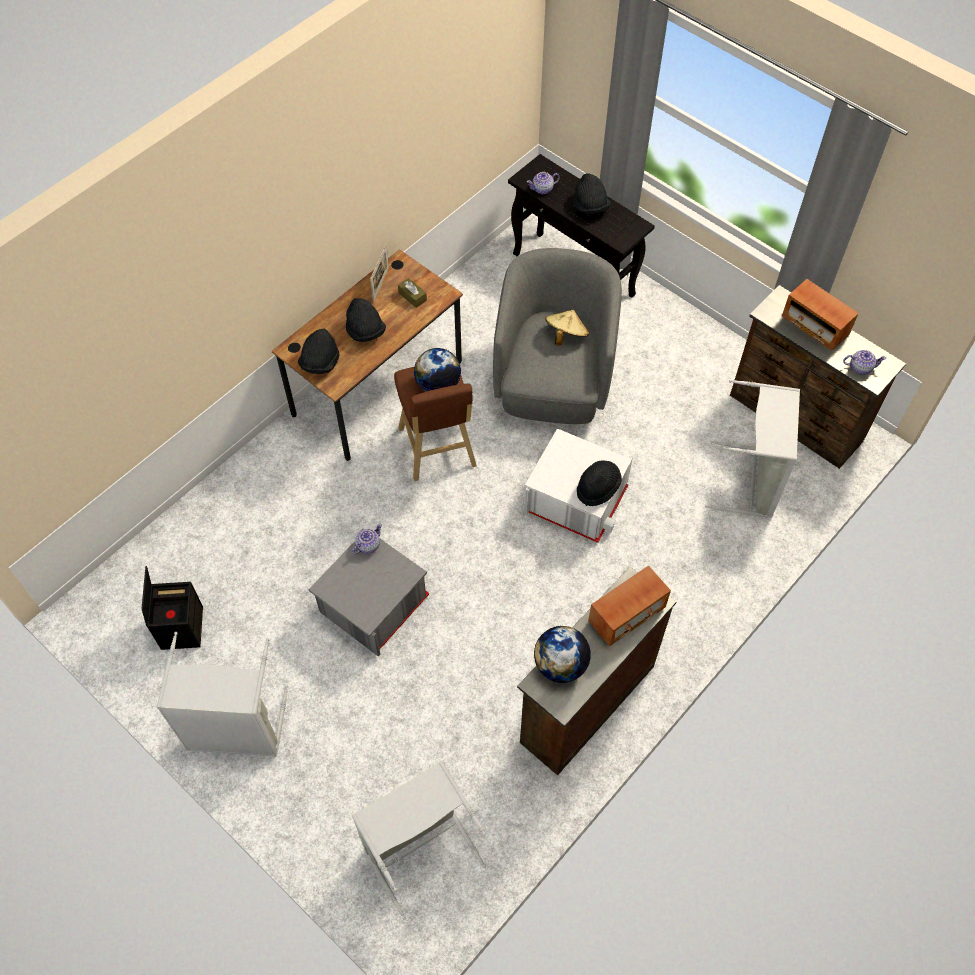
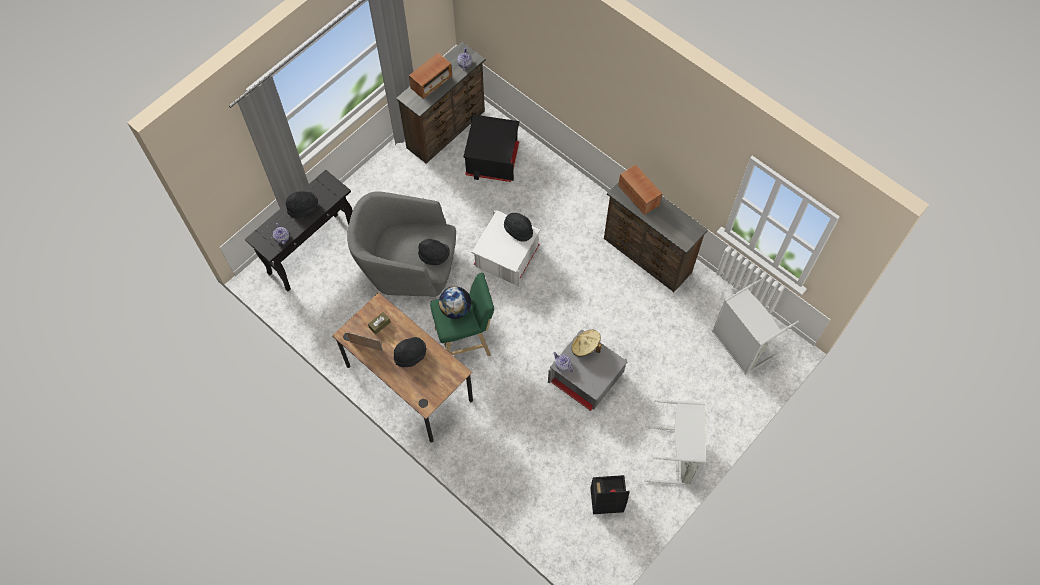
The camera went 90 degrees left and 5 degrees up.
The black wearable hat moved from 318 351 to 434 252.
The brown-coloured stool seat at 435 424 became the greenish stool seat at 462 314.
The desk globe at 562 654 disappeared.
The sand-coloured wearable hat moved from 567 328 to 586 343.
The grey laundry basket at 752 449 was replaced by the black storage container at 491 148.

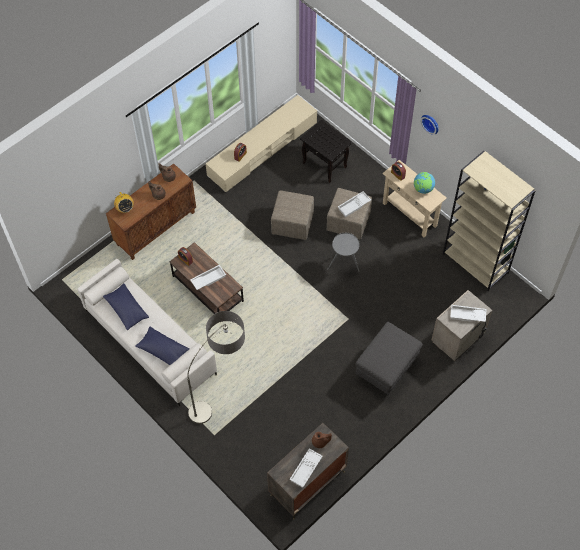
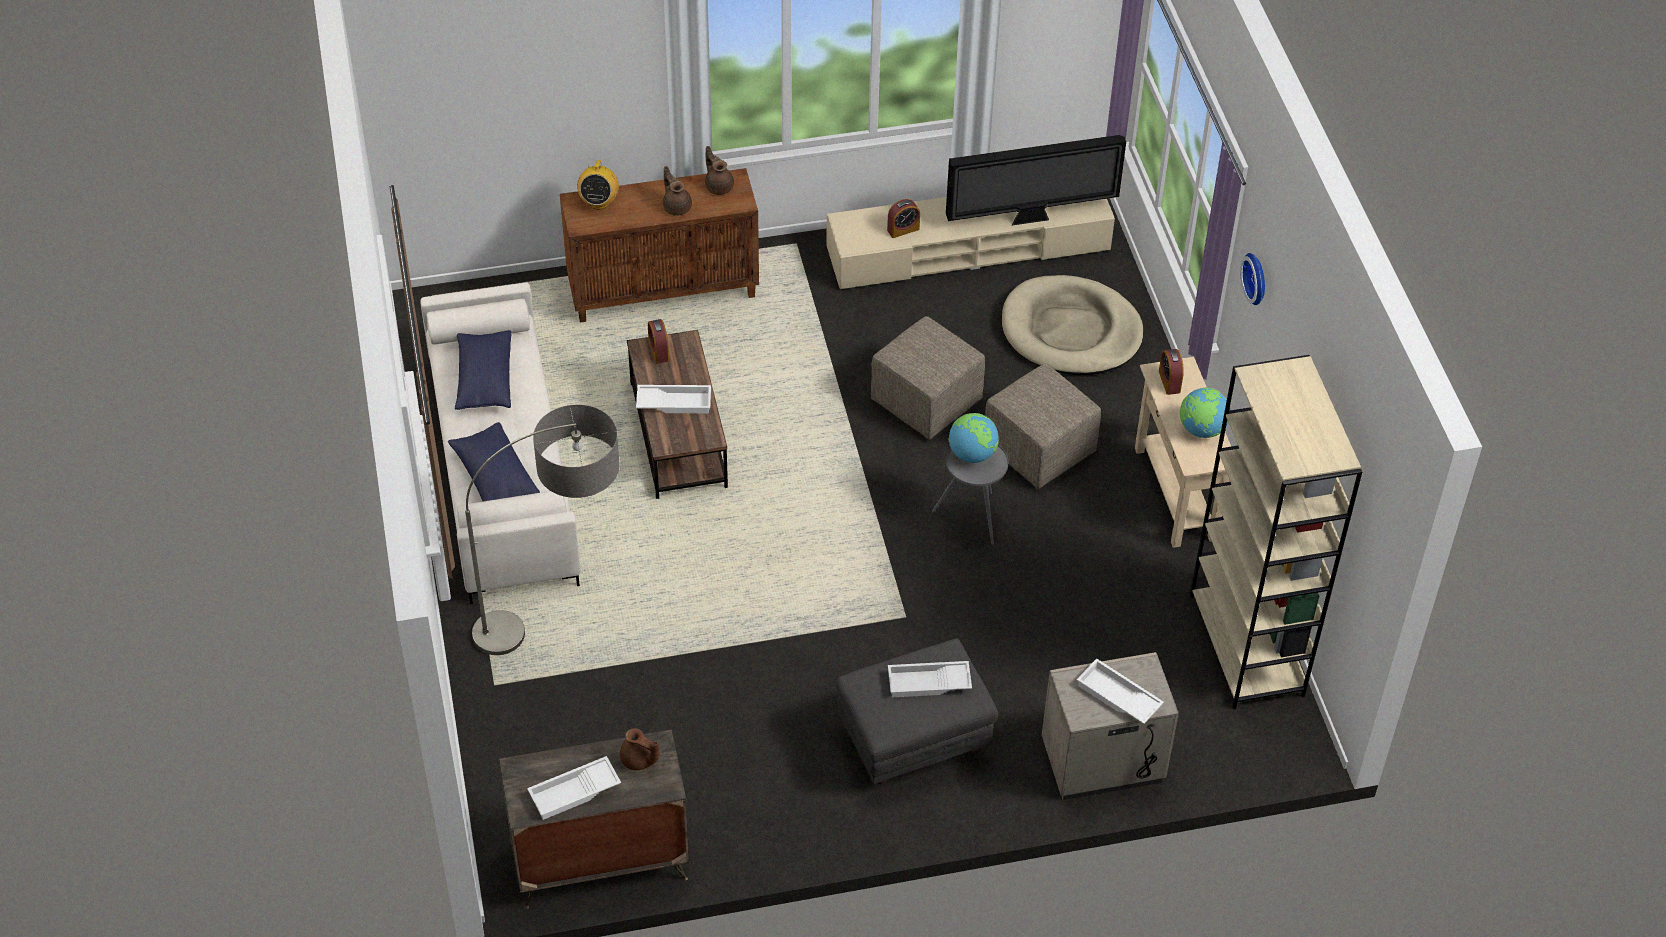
The camera went 30 degrees right and 10 degrees down.
The black end table at 326 151 was replaced by the sand-coloured pet bed at 1073 325.
The white carrying tray moved from 354 204 to 930 679.
The TV at 1036 180 appeared.
The desk globe at 974 438 appeared.

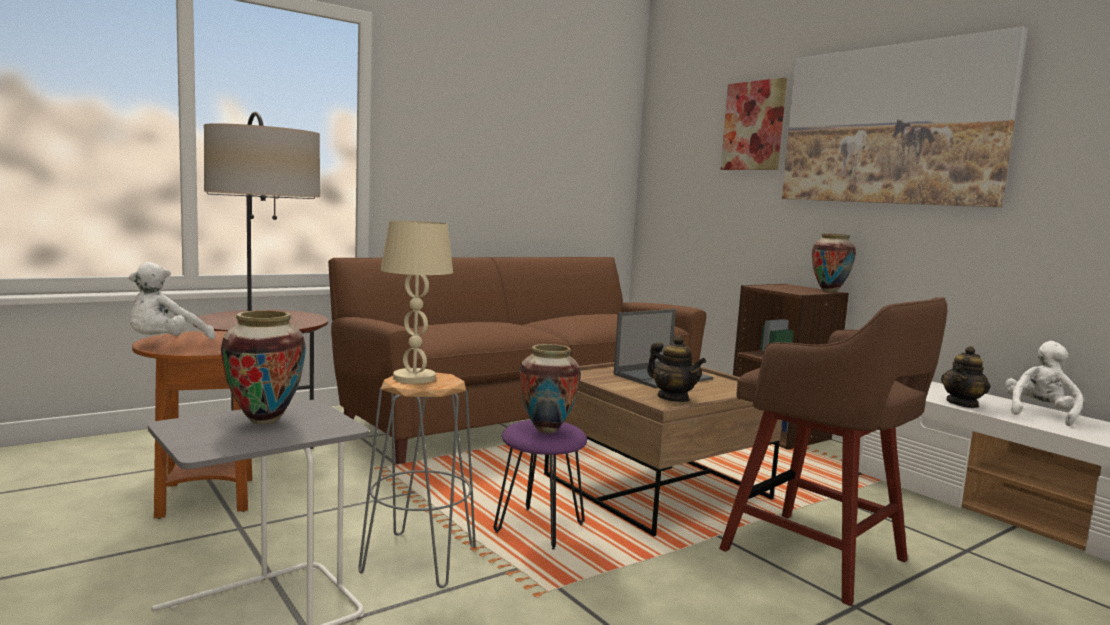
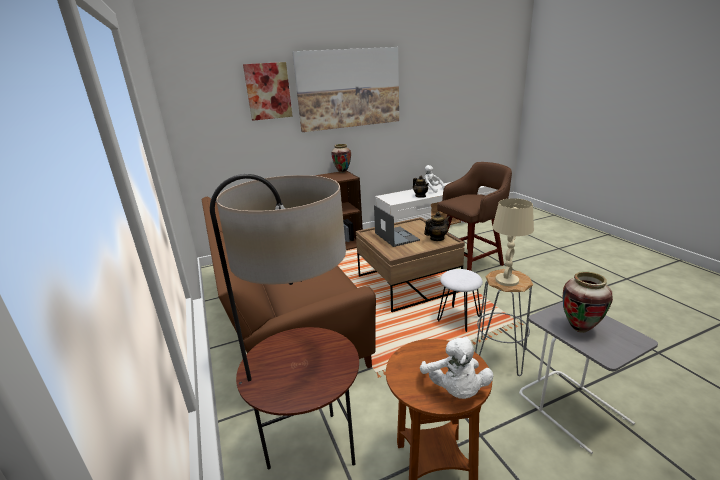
The camera went 75 degrees left and 15 degrees up.
The white soft toy at 172 301 turned 45 degrees clockwise.
The purple-coloured stool seat at 540 484 became the white stool seat at 460 300.
The decorative vase at 550 388 disappeared.

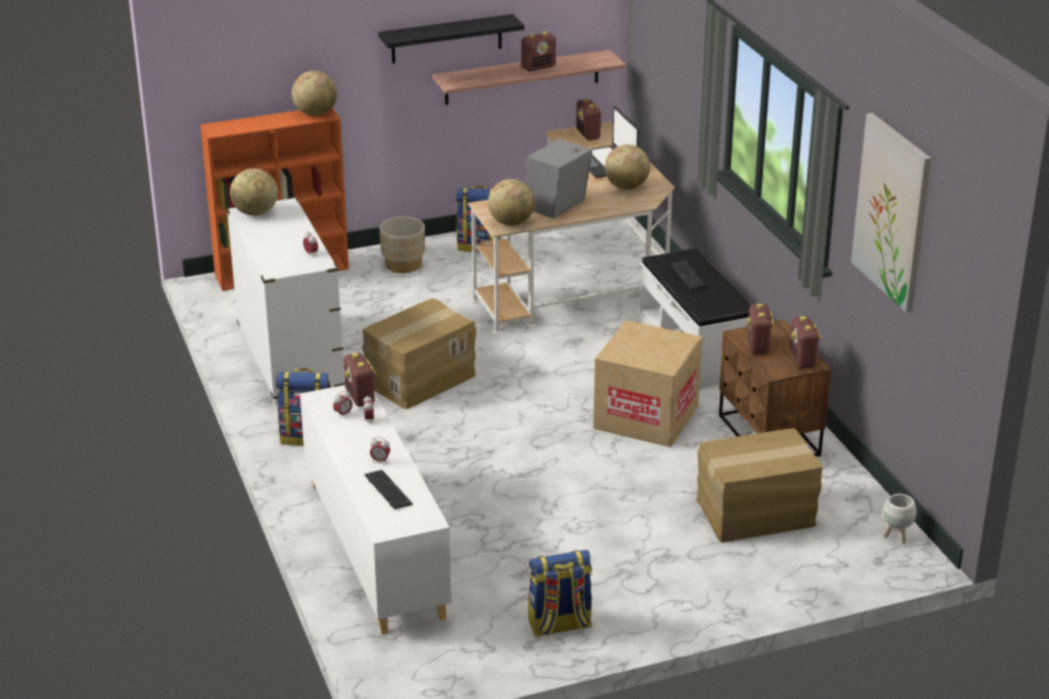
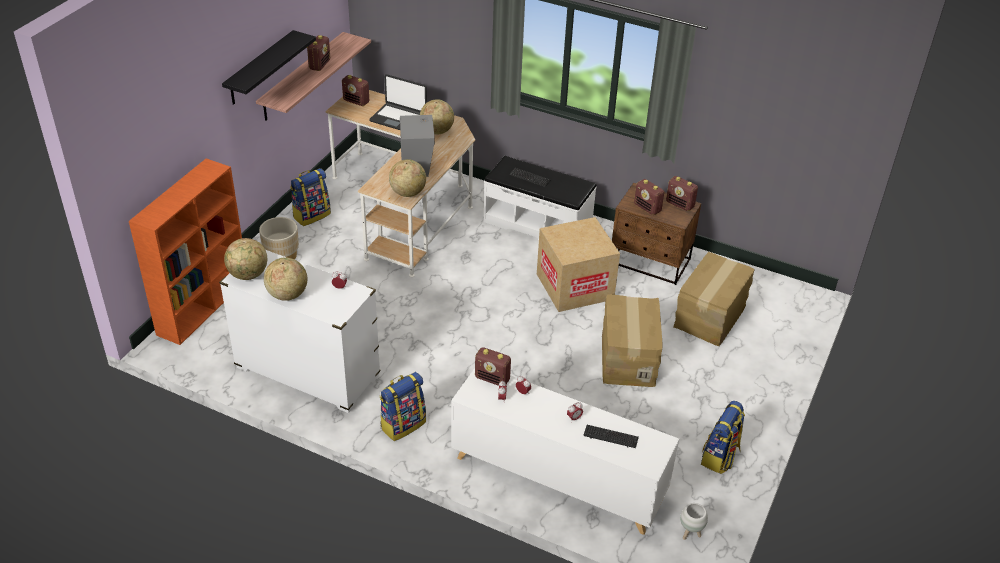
The camera went 45 degrees left and 10 degrees up.
The desk globe moved from 314 93 to 285 279.
The carton moved from 419 353 to 632 340.
The wall art at 891 213 disappeared.
The white plant pot moved from 900 519 to 694 521.

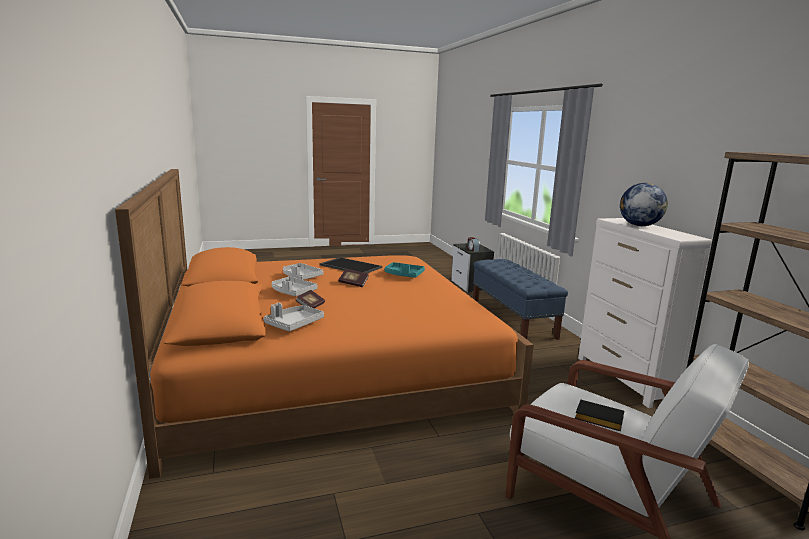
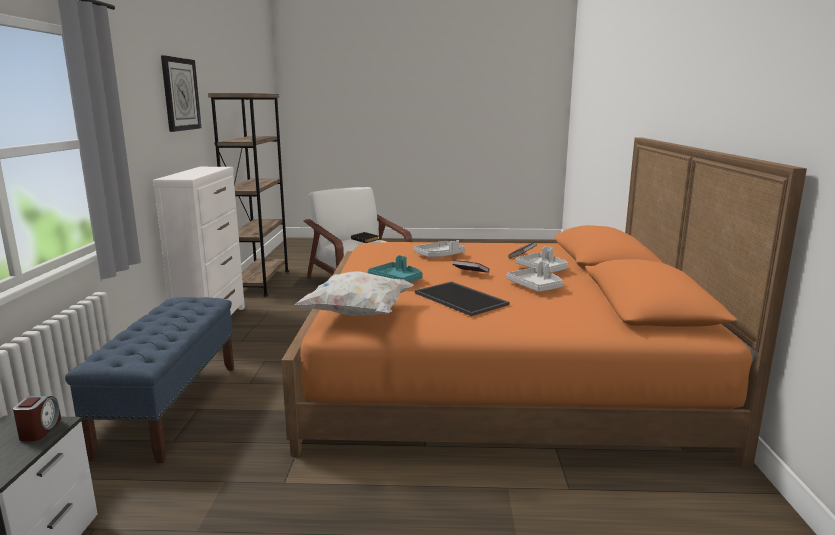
The camera went 160 degrees left and 0 degrees up.
The grey carrying tray moved from 293 317 to 440 248.
The desk globe at 644 204 disappeared.
The hanging clock at 181 93 appeared.
The white cushion at 354 293 appeared.

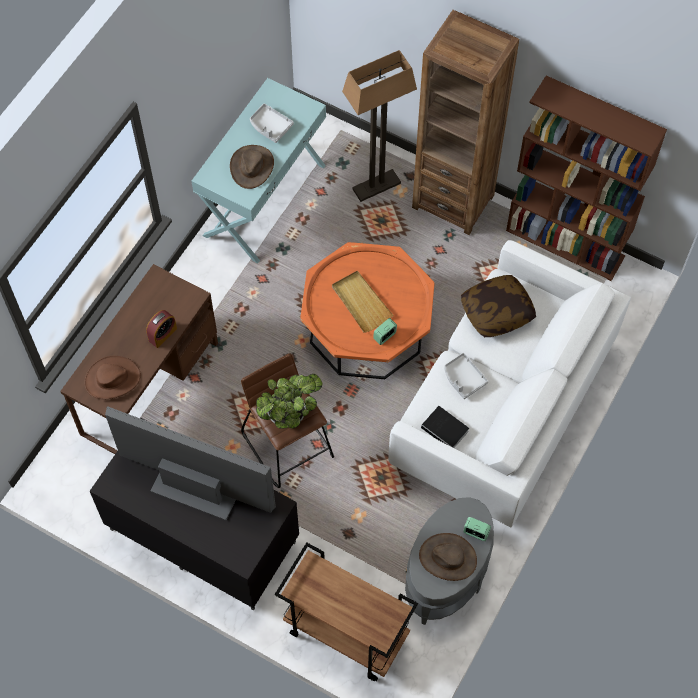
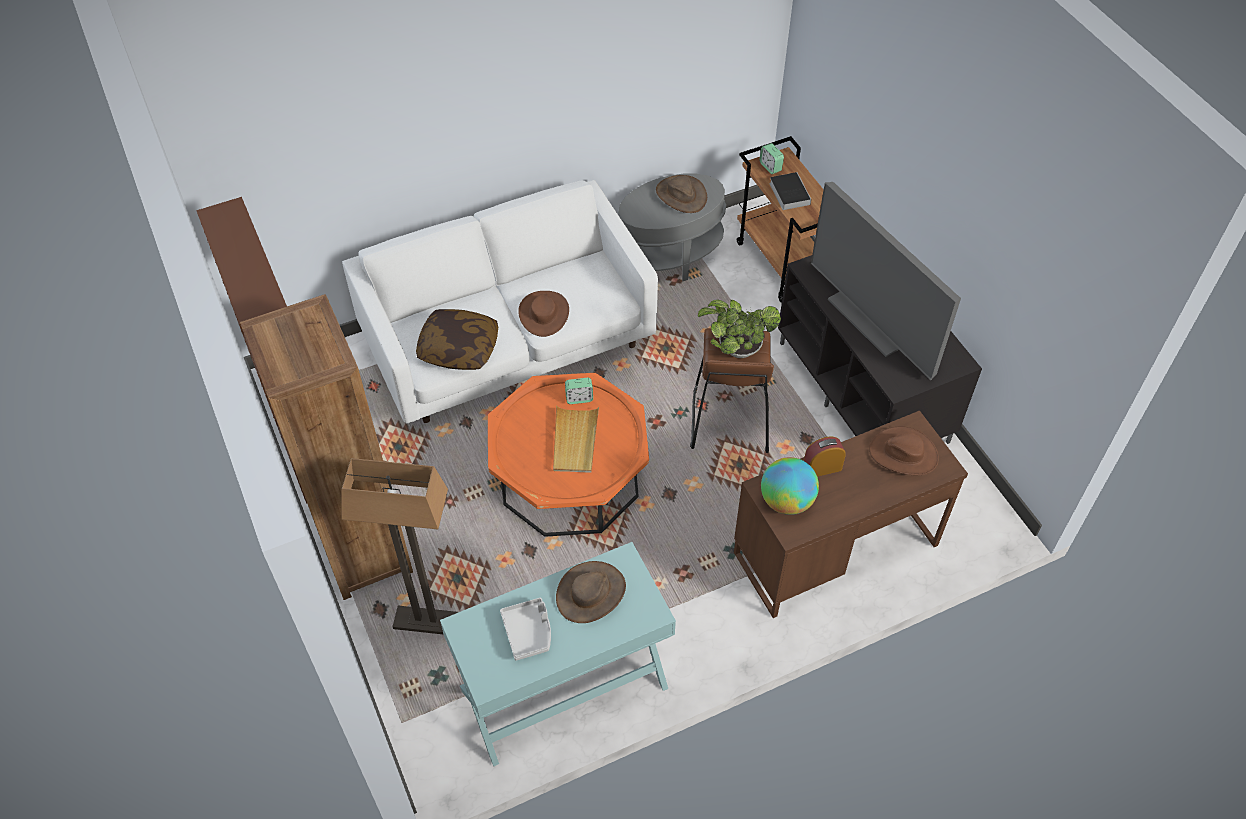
The camera went 145 degrees left and 10 degrees down.
The volume moved from 445 427 to 790 191.
The grey carrying tray at 466 376 was replaced by the brown-coloured wearable hat at 543 314.
The table clock moved from 477 529 to 771 158.
The desk globe at 790 486 appeared.

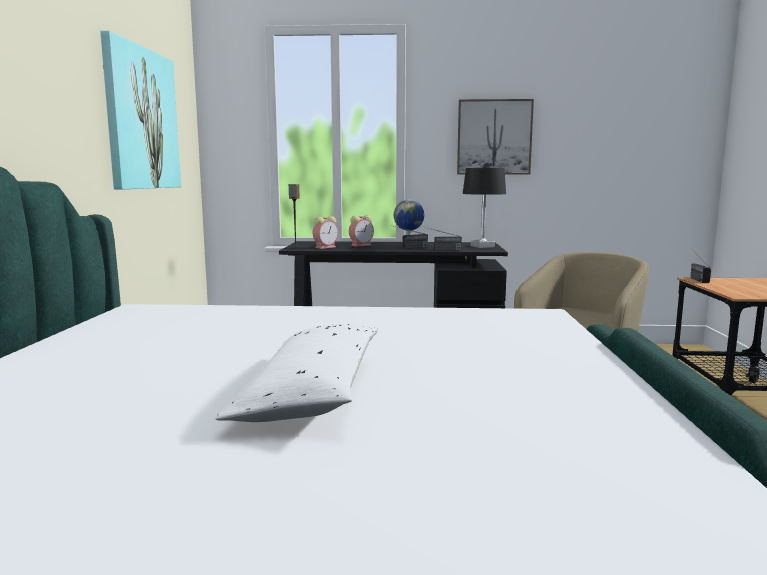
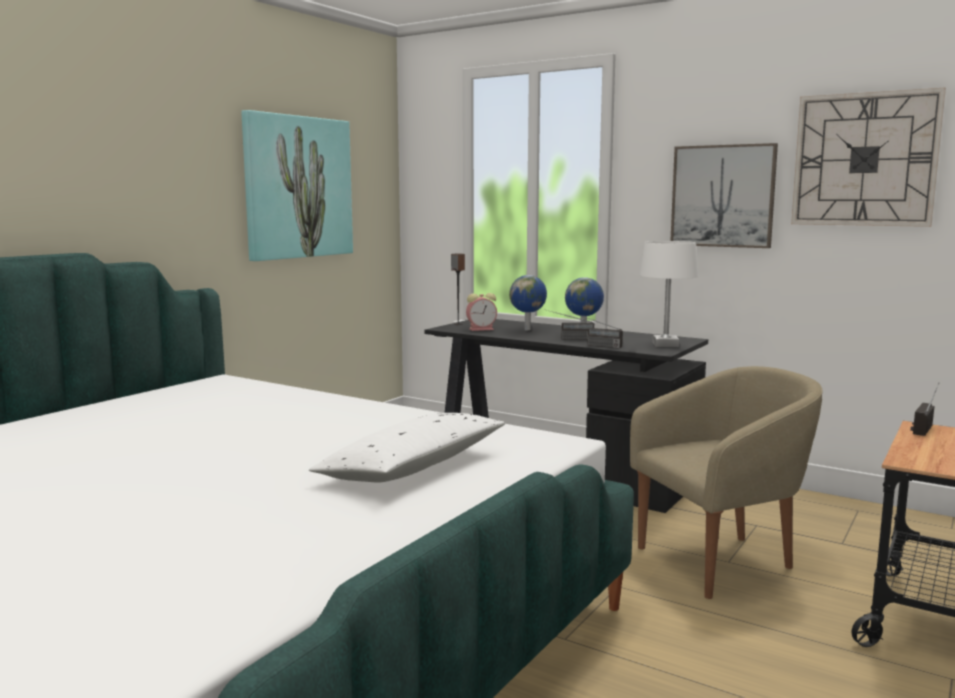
The camera went 30 degrees right and 0 degrees up.
The white cushion moved from 296 373 to 407 448.
The table clock at 361 231 was replaced by the desk globe at 528 302.
The black tabletop lamp at 484 208 became the white tabletop lamp at 669 294.
The hanging clock at 868 157 appeared.

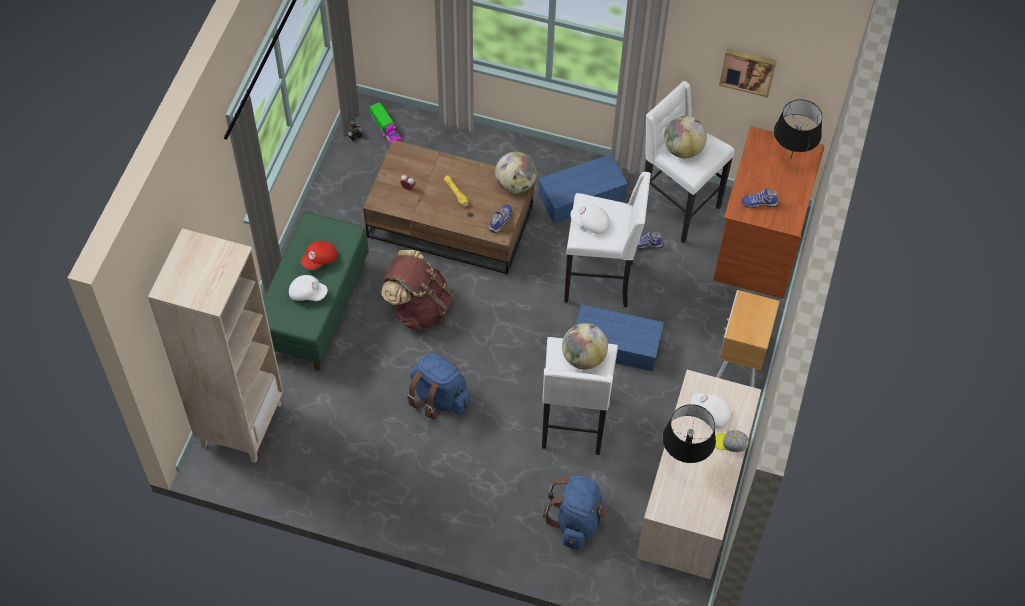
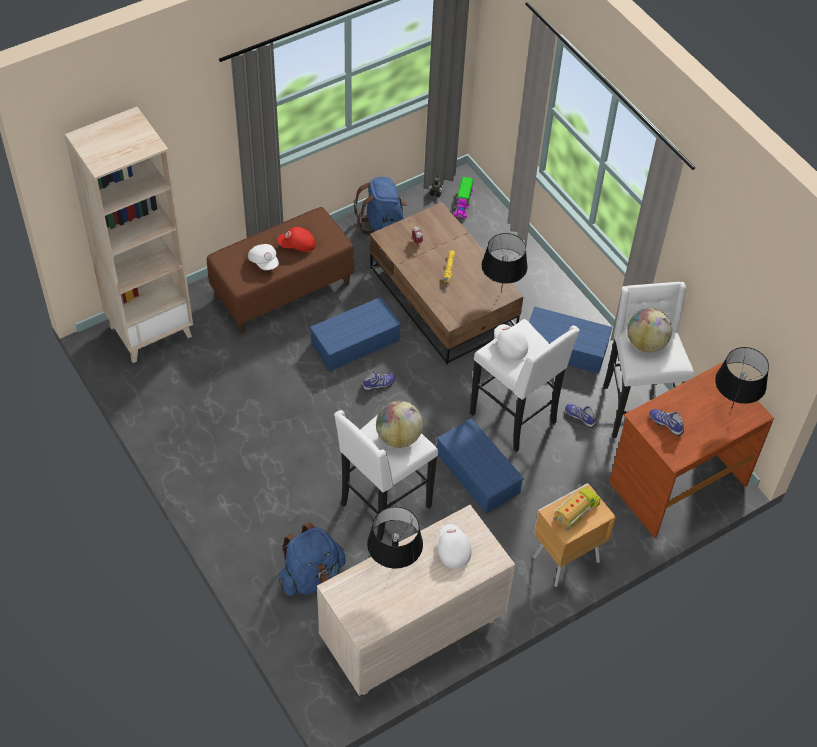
The camera went 40 degrees right and 5 degrees down.
The greenish bench at 316 291 became the brown-coloured bench at 280 270.
The brown-coloured knapsack at 417 290 was replaced by the blue-coloured storage container at 355 334.
The blue-coloured knapsack moved from 439 386 to 381 206.
The item of footwear moved from 500 218 to 378 381.
The desk globe at 516 172 was replaced by the black tabletop lamp at 505 263.
The baseball cap at 732 441 disappeared.
The wall art at 748 73 disappeared.
The model truck at 577 507 appeared.

